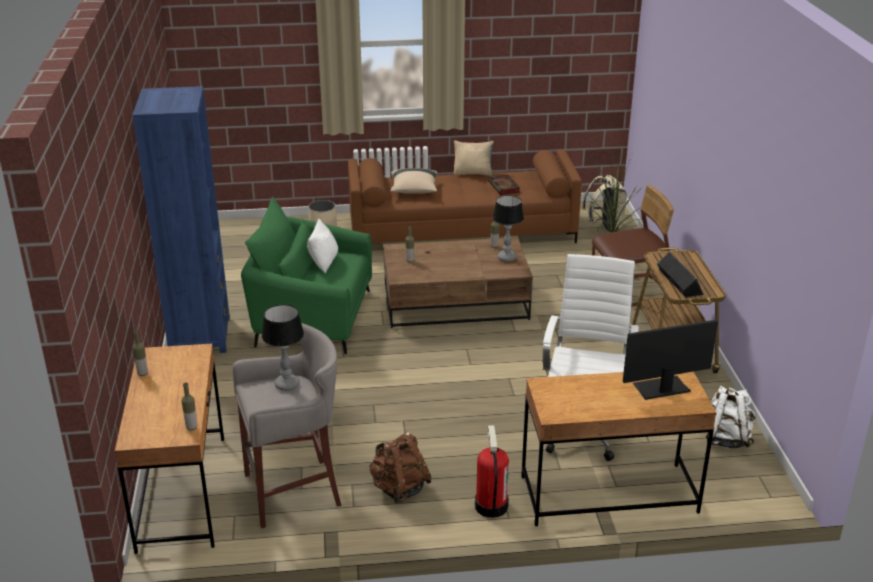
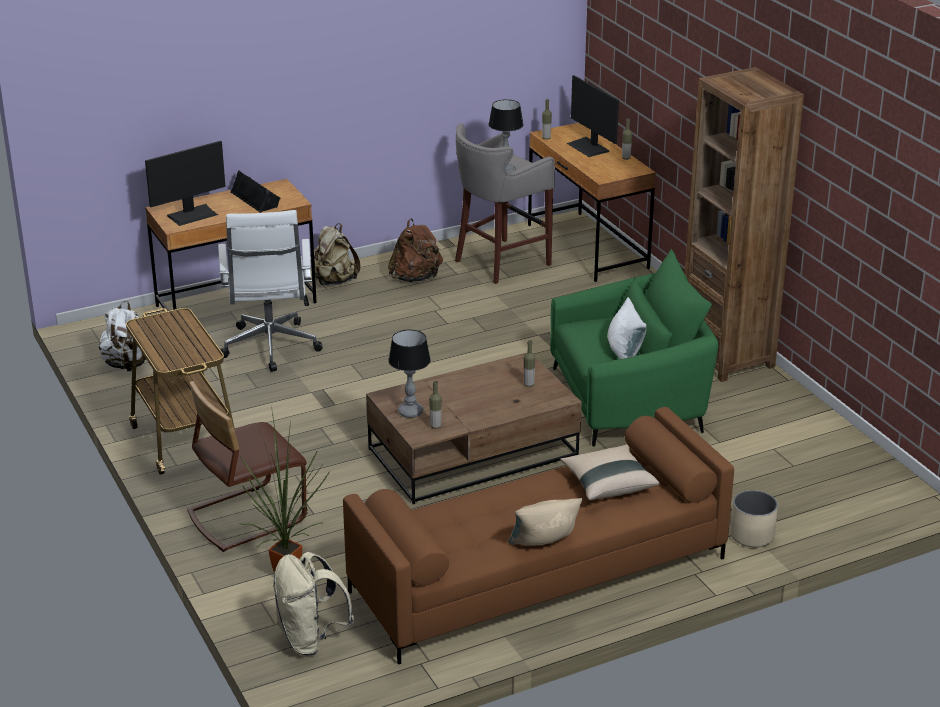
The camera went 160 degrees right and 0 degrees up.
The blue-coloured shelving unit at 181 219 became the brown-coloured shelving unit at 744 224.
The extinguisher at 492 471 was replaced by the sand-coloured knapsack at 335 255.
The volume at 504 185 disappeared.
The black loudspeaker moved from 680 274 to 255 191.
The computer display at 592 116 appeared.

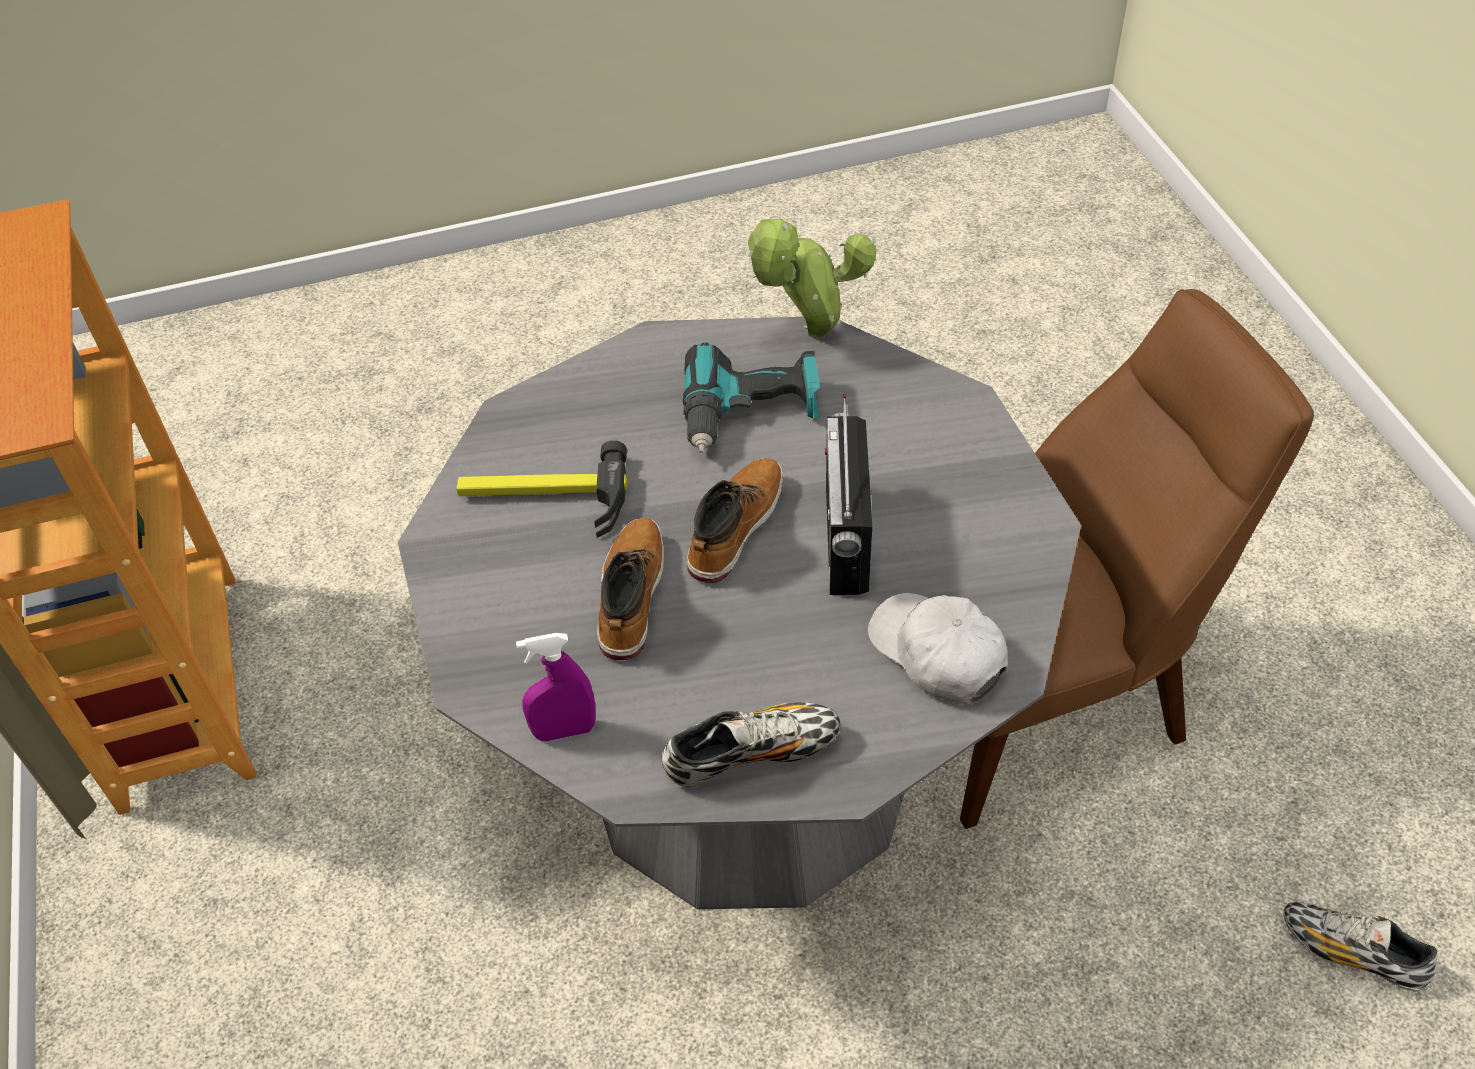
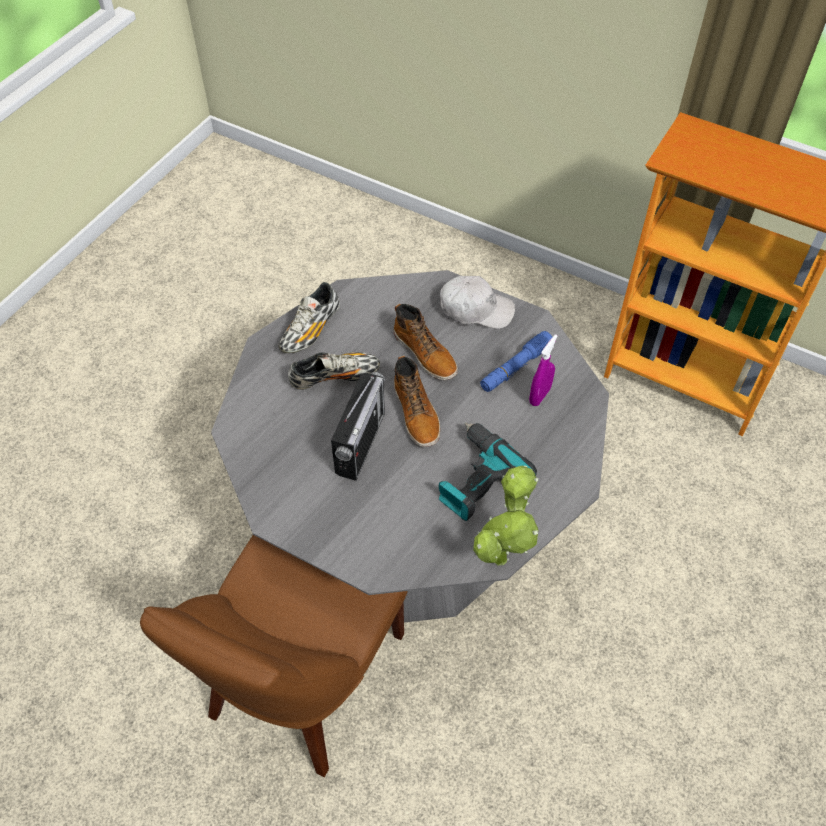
The camera went 135 degrees right and 5 degrees up.
The hammer at 541 489 was replaced by the blue-coloured flashlight at 516 361.
The purple-coloured sprayer moved from 556 687 to 543 370.
The radio set at 848 494 turned 60 degrees clockwise.
The white baseball cap moved from 938 648 to 477 302.
The item of footwear moved from 1361 947 to 334 371.

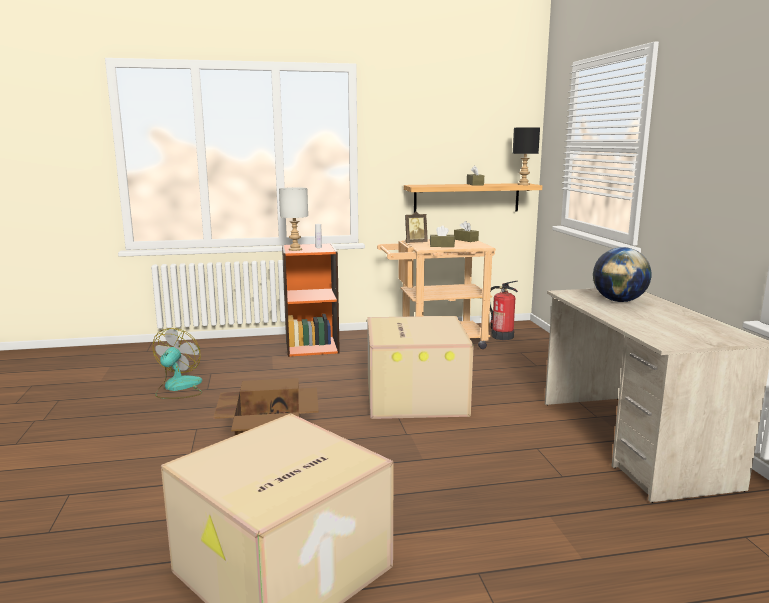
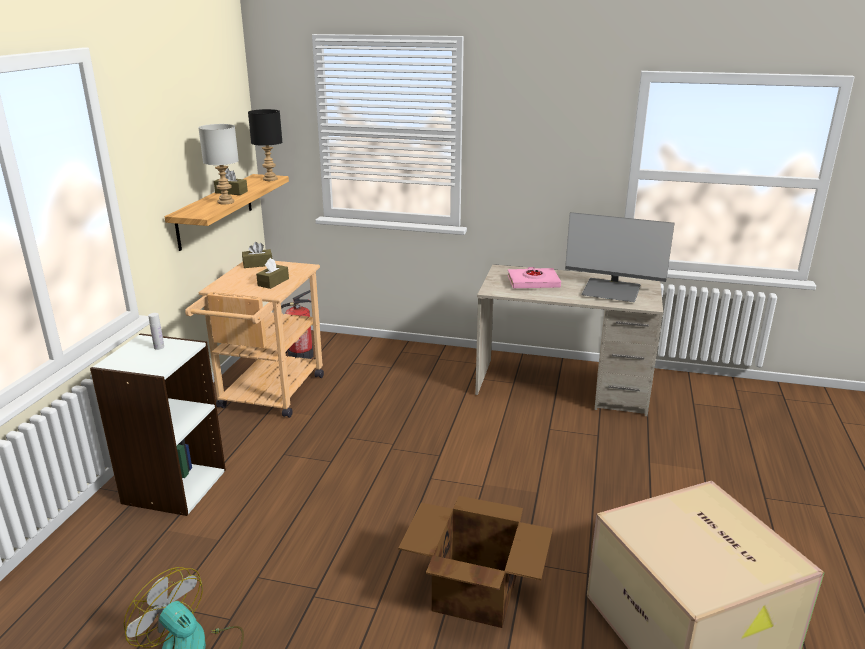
The camera went 65 degrees left and 10 degrees up.
The grey tabletop lamp moved from 293 219 to 218 164.
The orange shelving unit at 311 300 became the white shelving unit at 158 424.
The carton at 420 367 disappeared.
The standing frame at 416 227 disappeared.
The desk globe at 622 274 was replaced by the pinkish volume at 534 277.
The computer display at 620 257 appeared.

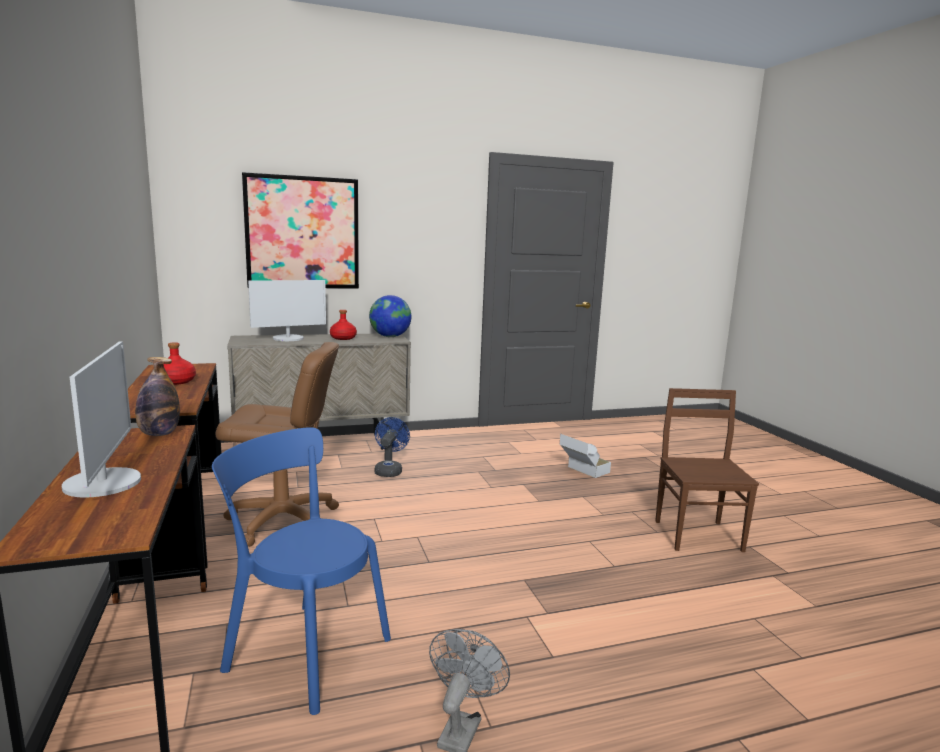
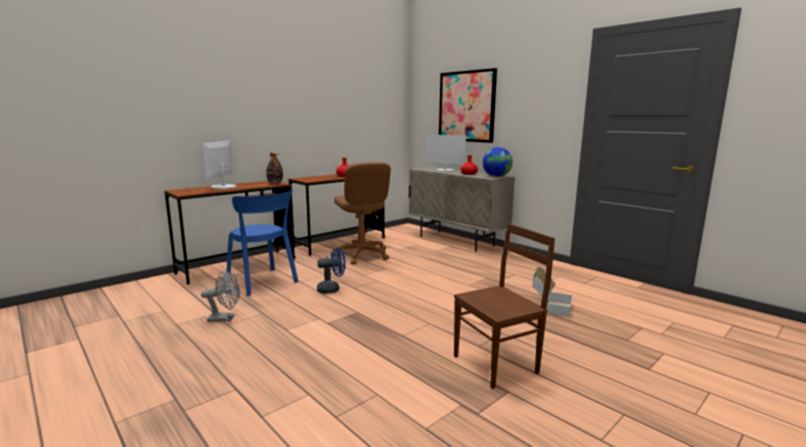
The camera went 65 degrees right and 0 degrees up.
The computer display at 101 419 turned 135 degrees clockwise.
The blue-coloured plain chair at 301 571 turned 135 degrees clockwise.
The blue-coloured cooling fan moved from 392 447 to 331 271.

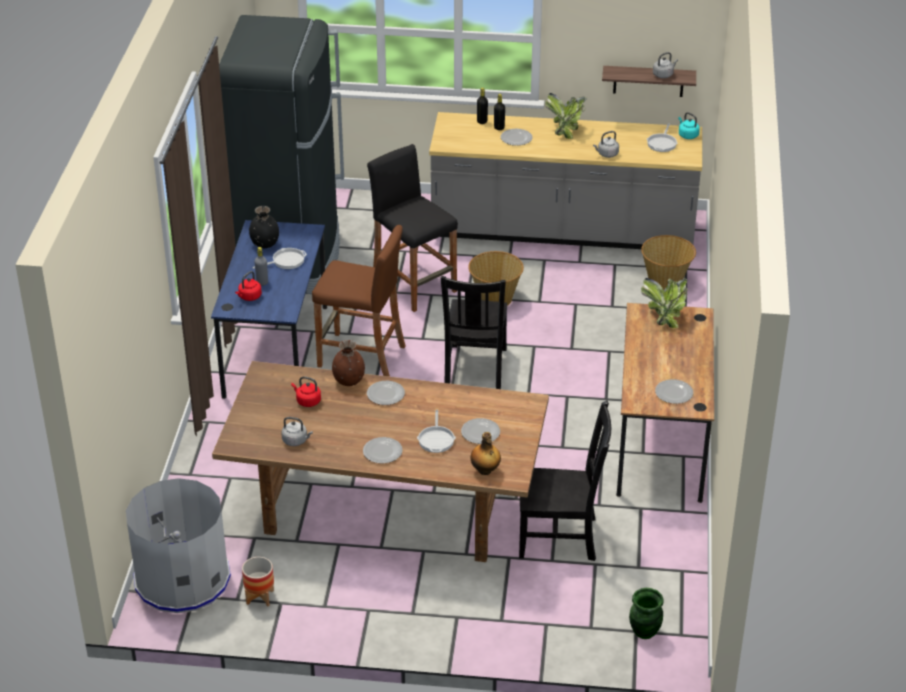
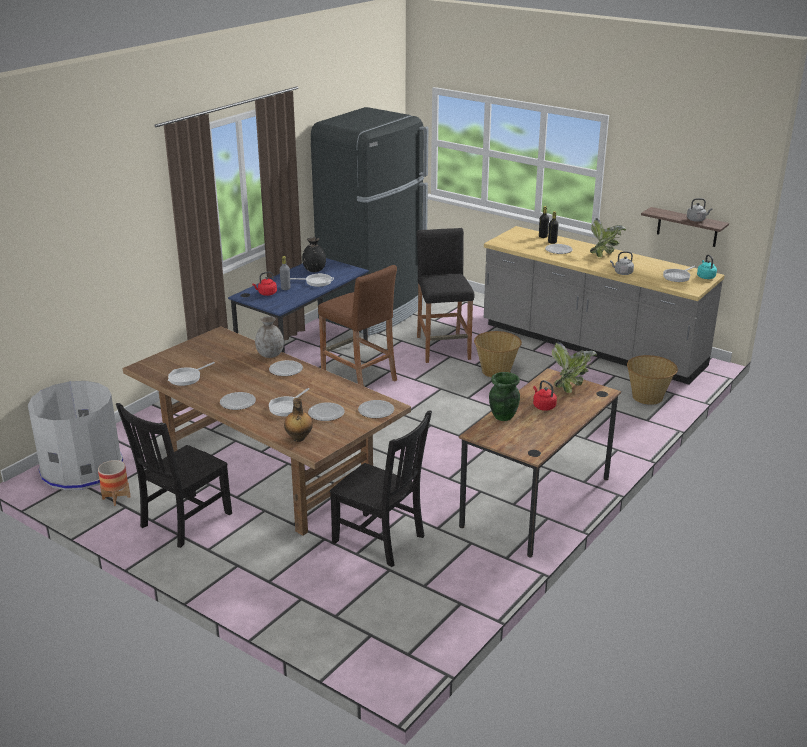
The camera went 30 degrees right and 10 degrees down.
The grey water kettle at 297 431 was replaced by the pan at 191 374.
The red-coloured water kettle moved from 306 391 to 545 395.
The brown-coloured decorative vase at 348 363 became the grey decorative vase at 269 337.
The black plain chair moved from 474 332 to 174 475.
The greenish decorative vase moved from 646 613 to 504 396.
The plate moved from 674 391 to 376 409.

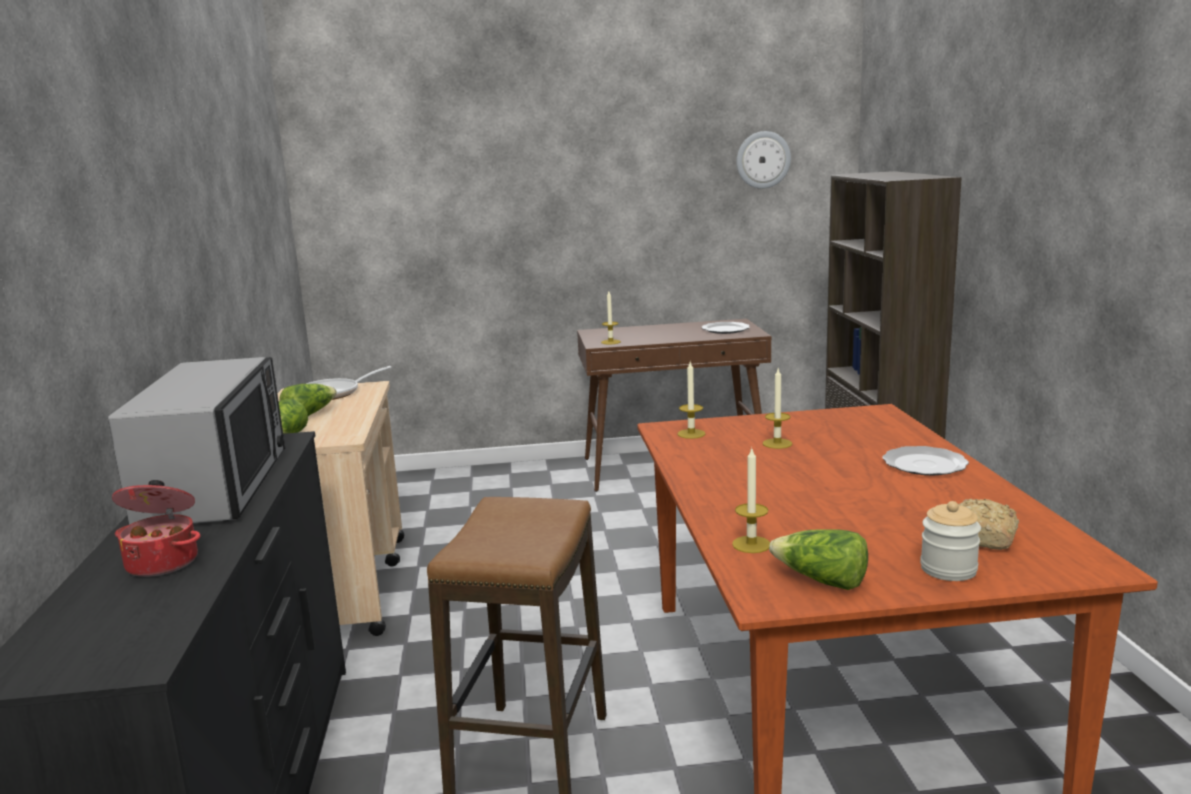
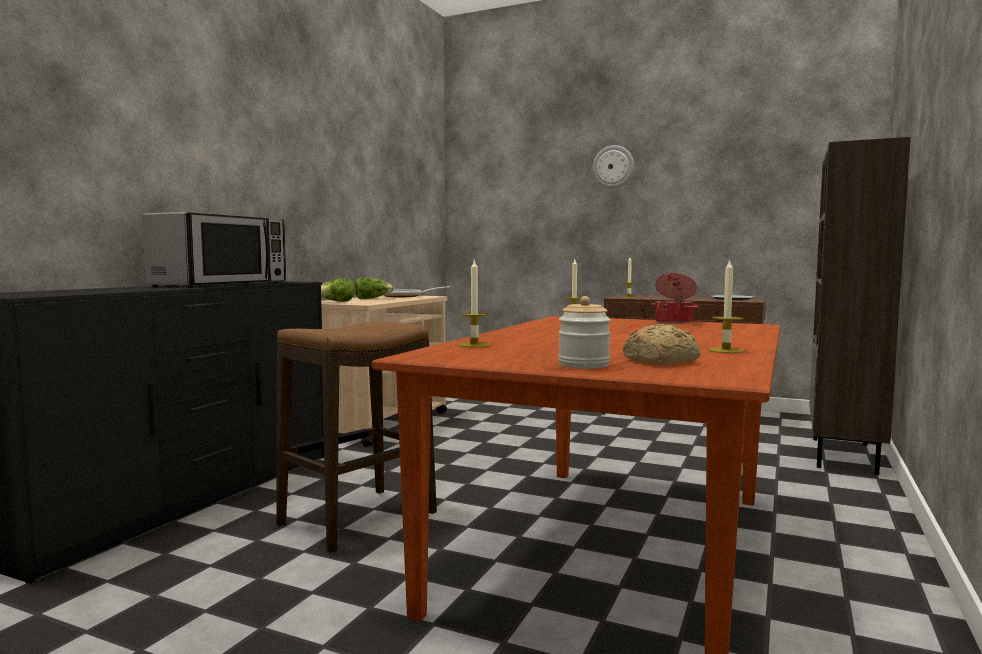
The camera went 30 degrees right and 10 degrees down.
The stockpot moved from 156 528 to 675 298.
The hanging clock moved from 763 160 to 613 167.
The candle moved from 777 409 to 726 306.
The lettuce head at 818 559 disappeared.
The plate at 925 460 disappeared.

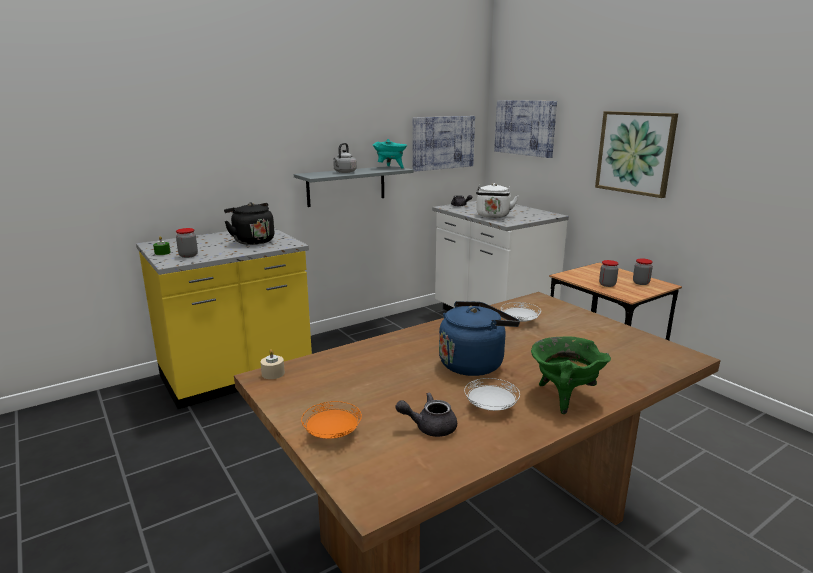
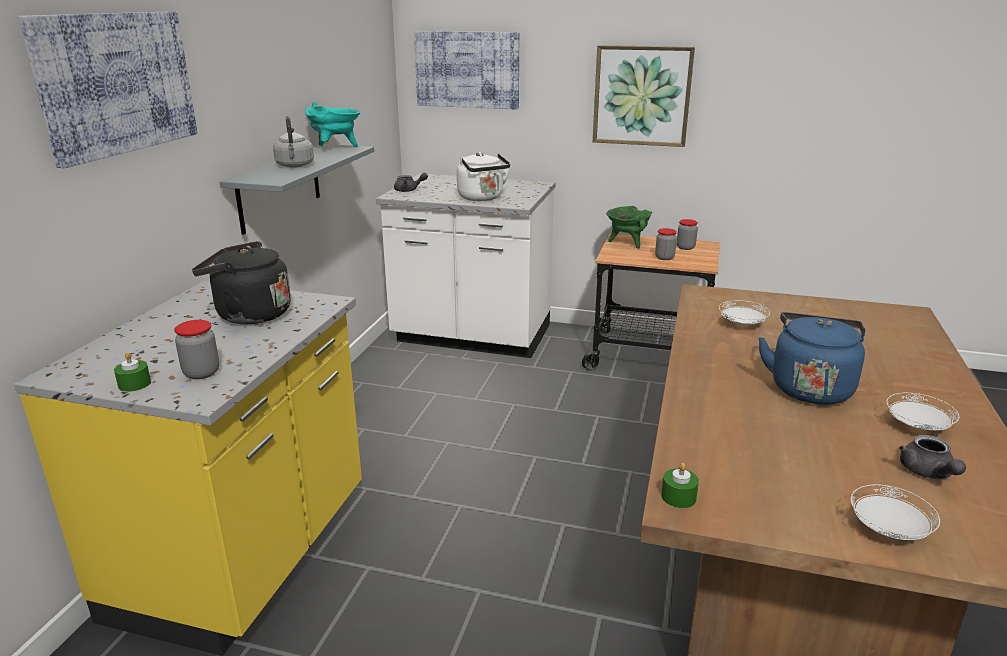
The camera went 40 degrees left and 5 degrees up.
The sand-coloured candle at 273 364 became the greenish candle at 680 485.
The orange plate at 331 420 became the white plate at 895 512.
The grey teapot at 426 414 turned 45 degrees counterclockwise.
The wall art moved from 443 144 to 108 89.
The greenish stockpot moved from 571 375 to 629 227.

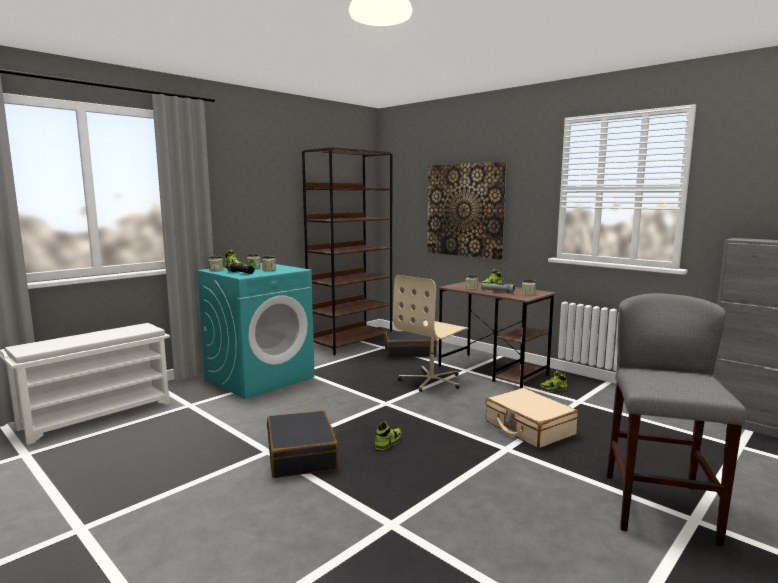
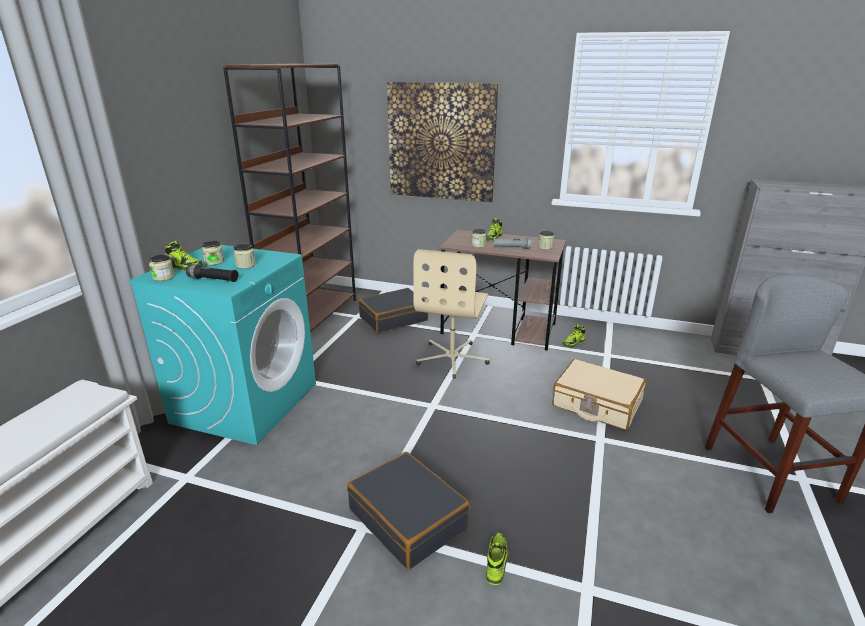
The camera went 25 degrees left and 15 degrees up.
The item of footwear moved from 388 436 to 497 559.

